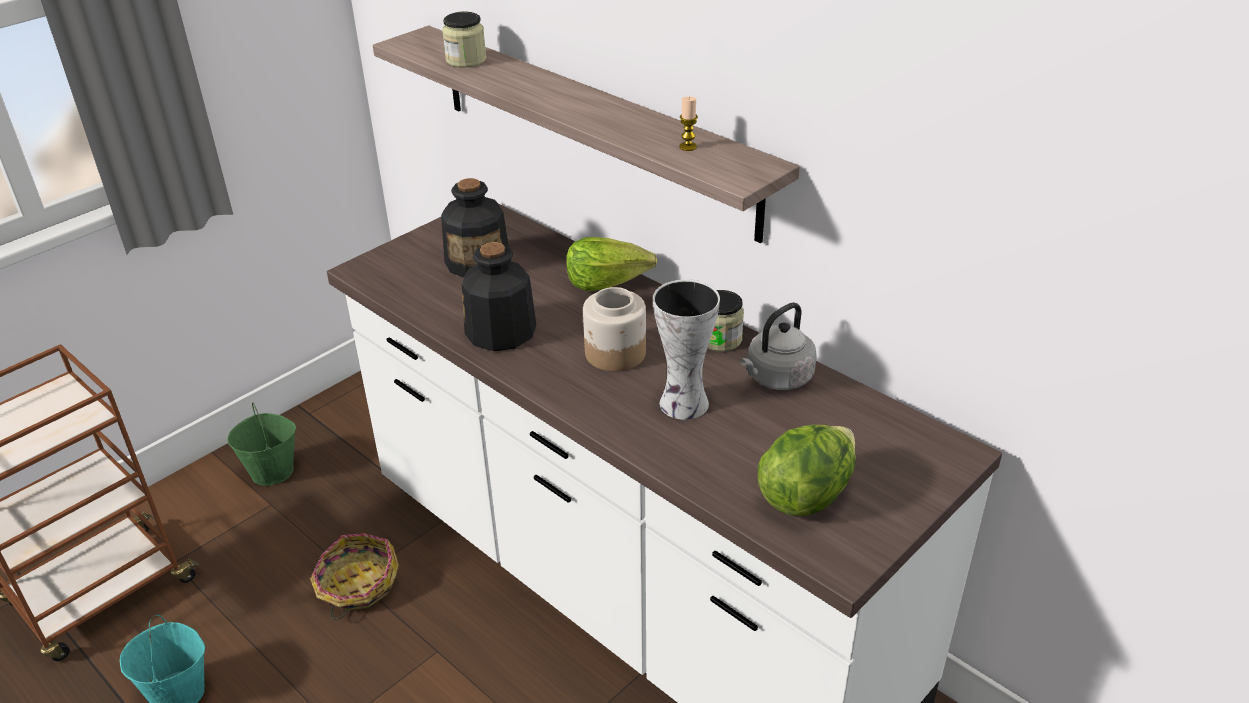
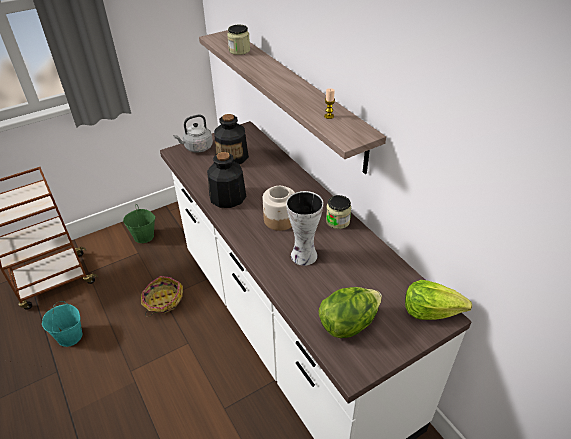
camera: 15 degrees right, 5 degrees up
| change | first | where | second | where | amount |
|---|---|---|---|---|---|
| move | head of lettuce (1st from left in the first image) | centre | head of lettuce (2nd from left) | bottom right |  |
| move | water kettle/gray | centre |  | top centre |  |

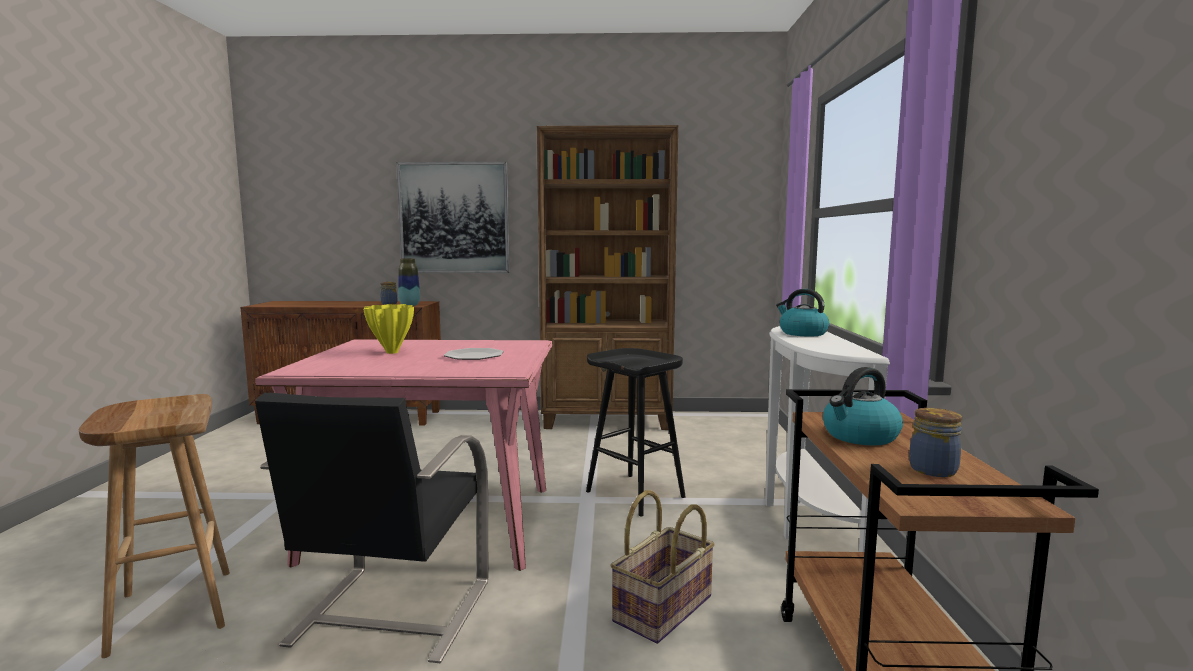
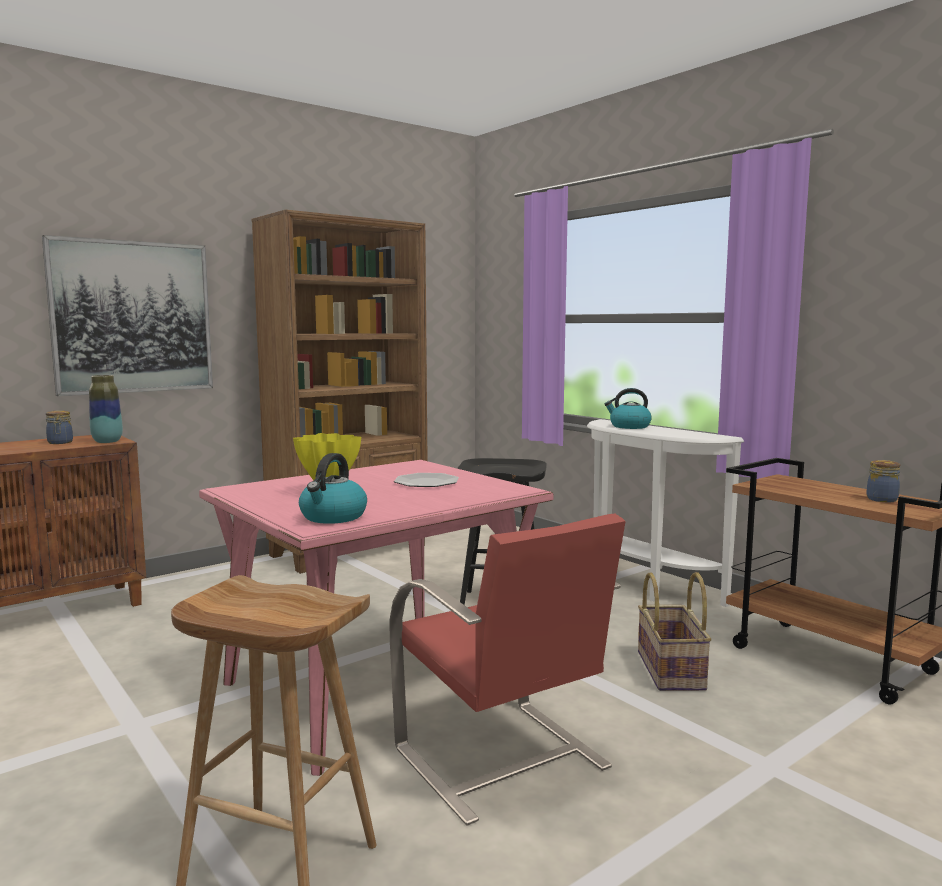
camera: 40 degrees left, 0 degrees up
| change | first | where | second | where | amount |
|---|---|---|---|---|---|
| recolor | plain chair/blackish | bottom left | plain chair/red | bottom centre |  |
| move | water kettle (2nd from left in the first image) | middle right | water kettle (1st from left) | centre |  |

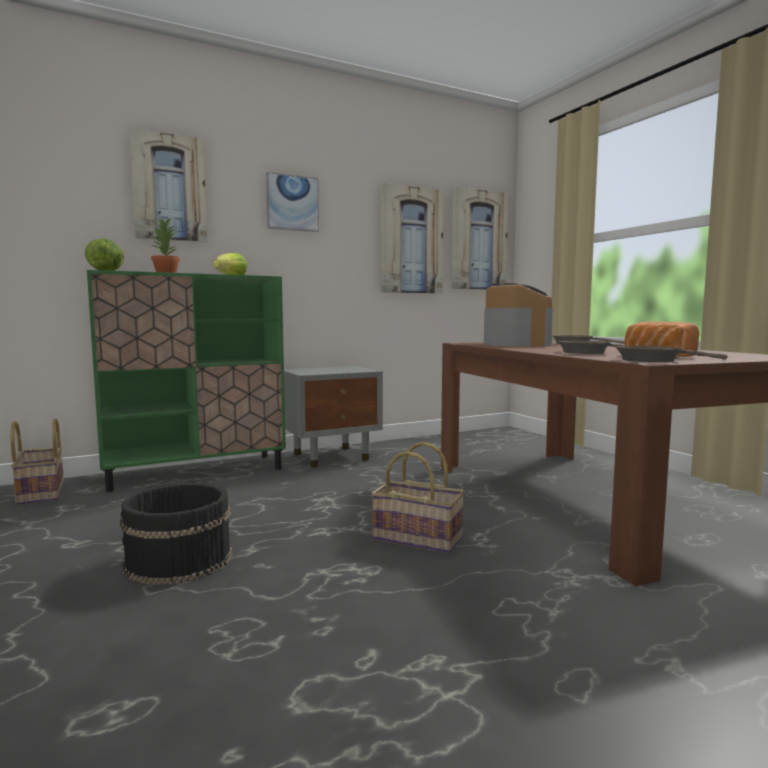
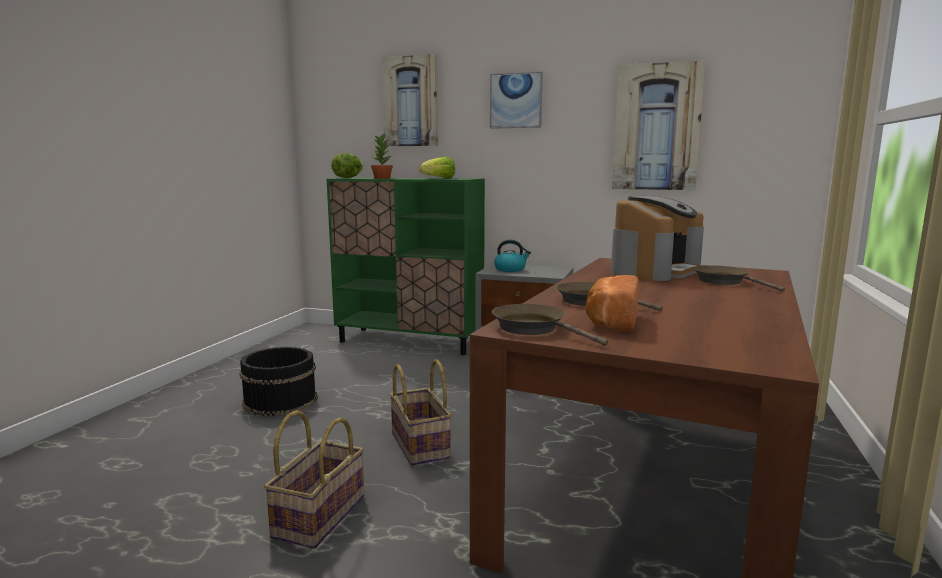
camera: 45 degrees right, 5 degrees up
| change | first | where | second | where | amount |
|---|---|---|---|---|---|
| move | household basket (1st from left) | middle left |  | bottom centre |  |
| delete | wall art (4th from left) | top centre |  |  |  |
| insert |  |  | water kettle | centre |  |

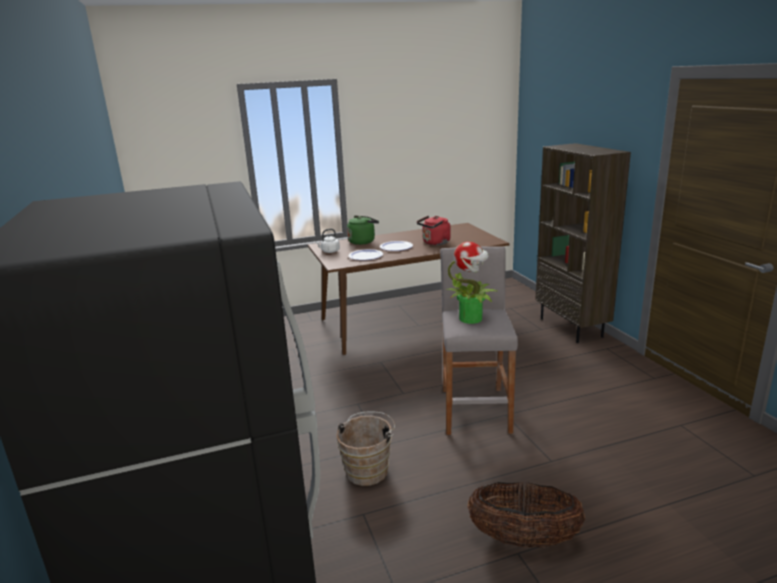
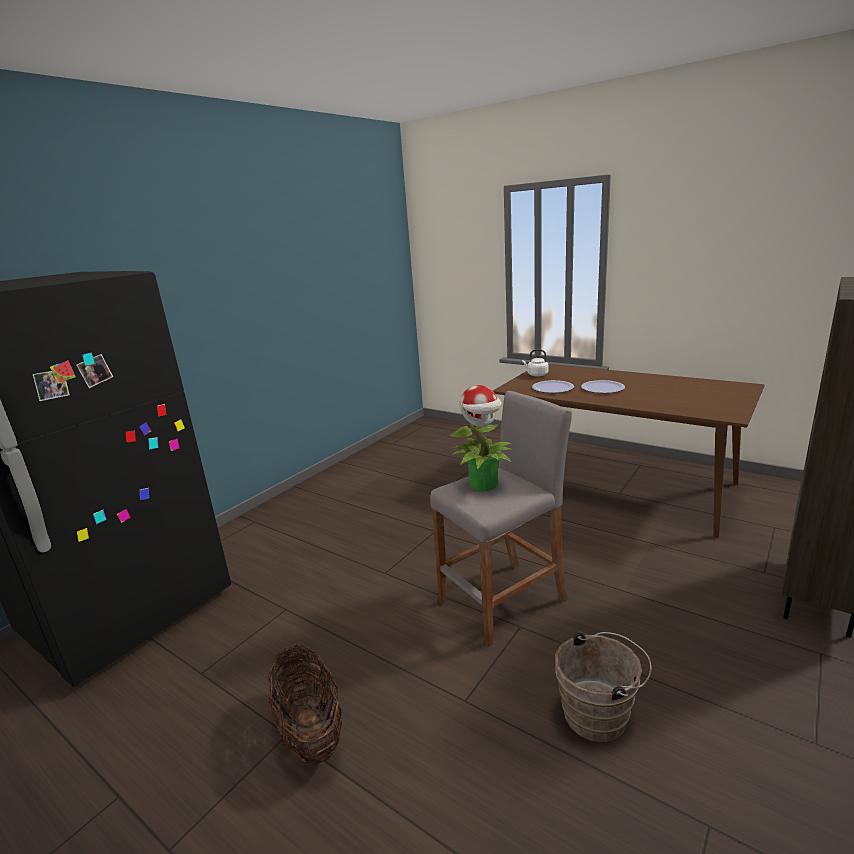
camera: 55 degrees right, 0 degrees up
| change | first | where | second | where | amount |
|---|---|---|---|---|---|
| move | bucket/brown | bottom centre |  | bottom right |  |
| delete | water kettle/green-coloured | centre |  |  |  |
| delete | water kettle/red | centre |  |  |  |

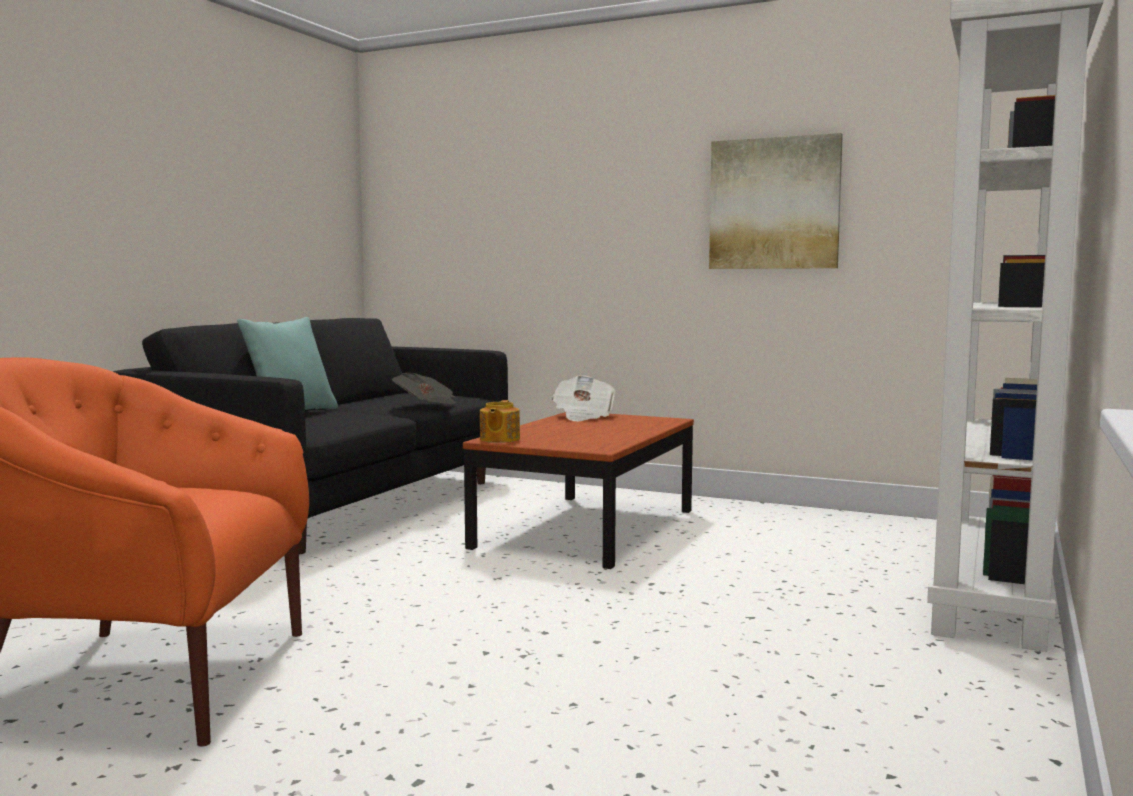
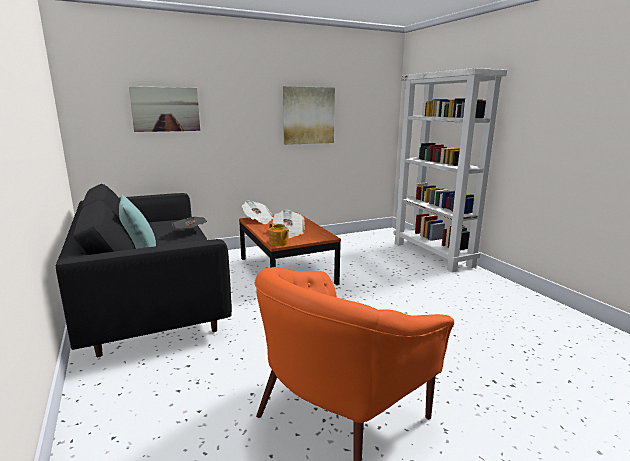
camera: 50 degrees left, 10 degrees up
| change | first | where | second | where | amount |
|---|---|---|---|---|---|
| insert |  |  | wall art (1st from left) | top left |  |
| insert |  |  | printed paper (3rd from left) | centre |  |

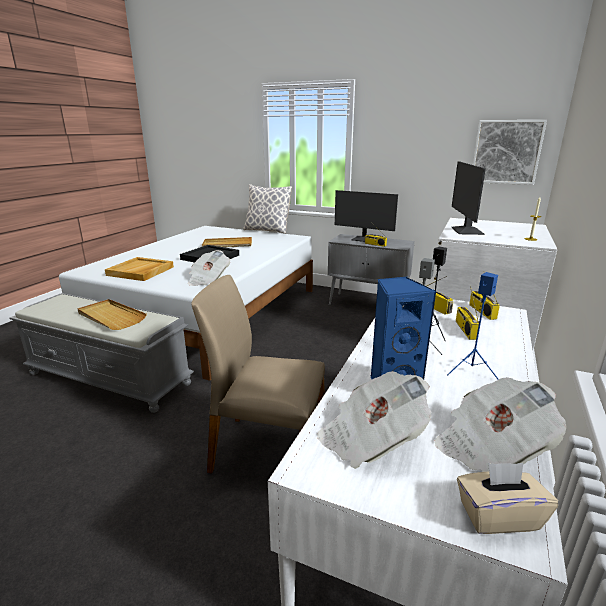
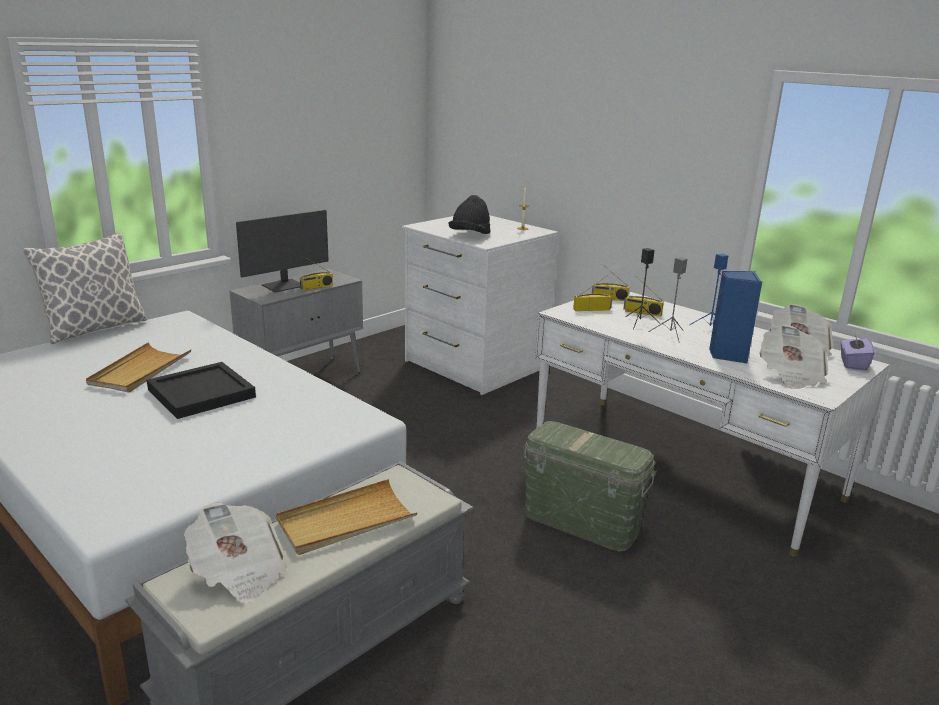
camera: 70 degrees left, 0 degrees up
| change | first | where | second | where | amount |
|---|---|---|---|---|---|
| delete | serving tray/beige-coloured (2nd from left) | middle left |  |  |  |
| move | printed paper (1st from left) | centre |  | bottom left |  |
| replace | plain chair/beige-coloured | centre | storage container/green-coloured | bottom centre |  |
| replace | computer display (2nd from left) | top right | clothing hat/blackish | top centre |  |
| recolor | box of tissues/beige-coloured | bottom right | box of tissues/purplish | middle right |  |
| delete | wall art | top right |  |  |  |

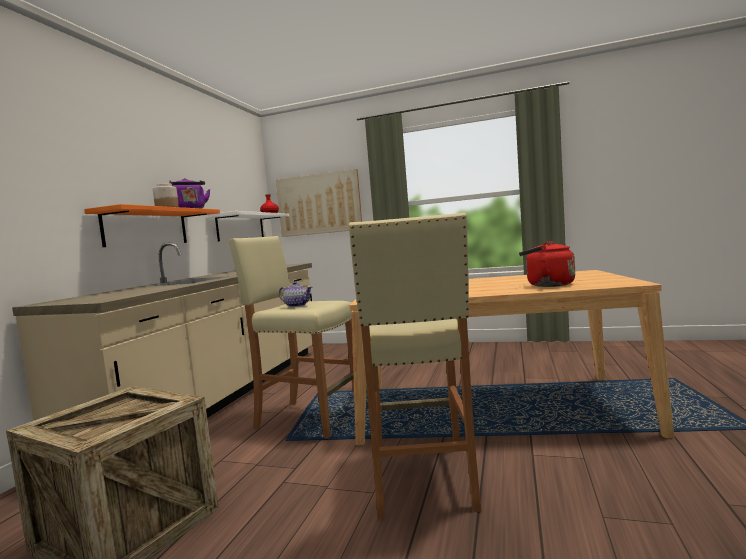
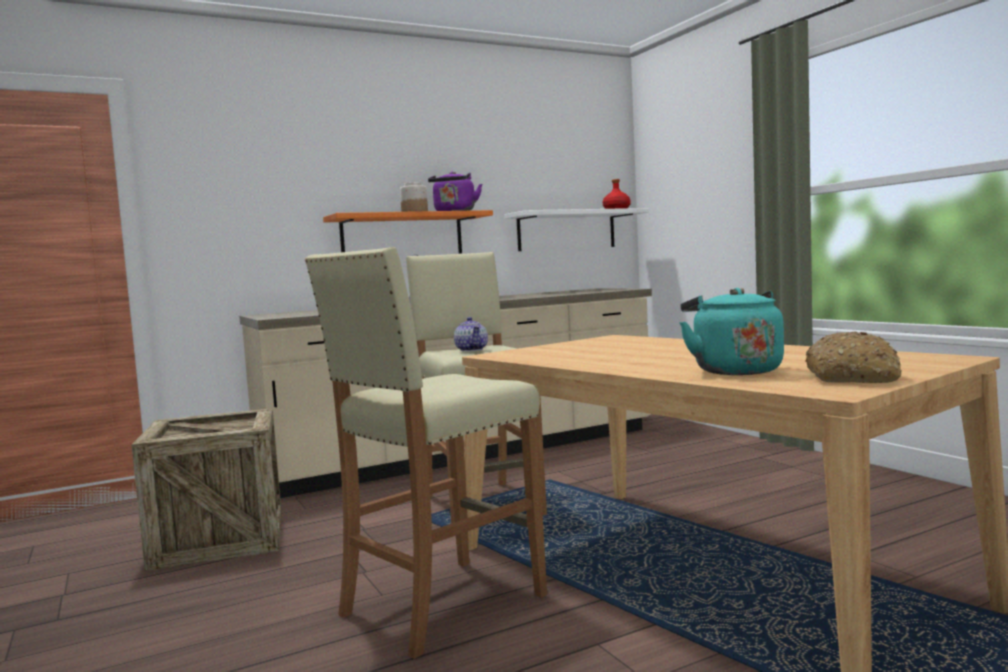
camera: 45 degrees right, 0 degrees up
| change | first | where | second | where | amount |
|---|---|---|---|---|---|
| delete | wall art | centre |  |  |  |
| recolor | water kettle/red | middle right | water kettle/turquoise-coloured | middle right |  |
| insert |  |  | baked bread | middle right |  |

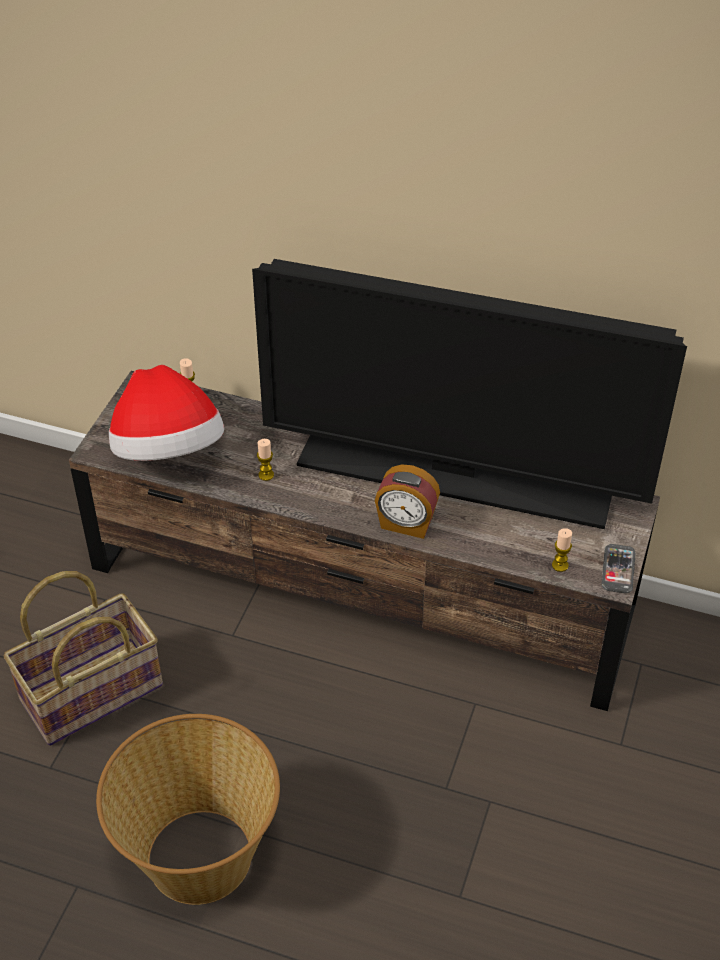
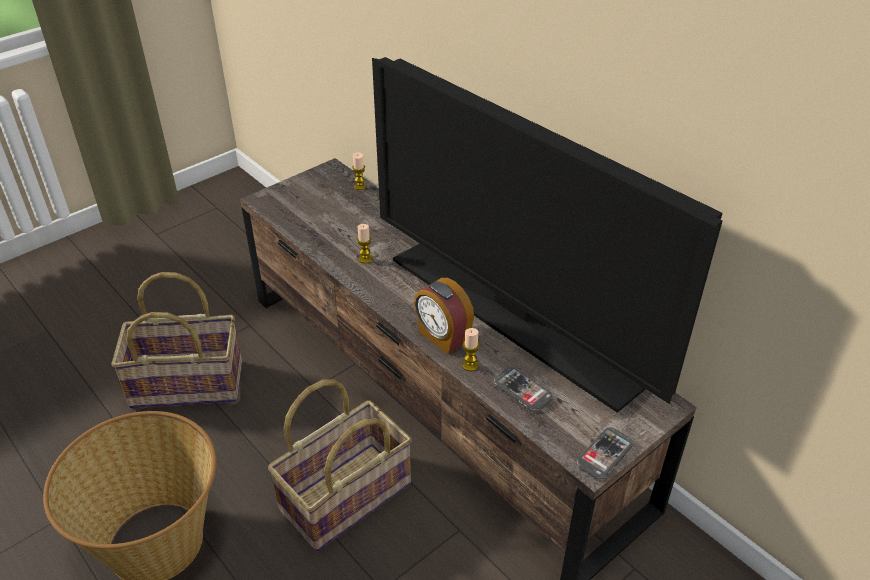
camera: 30 degrees right, 5 degrees down
| change | first | where | second | where | amount |
|---|---|---|---|---|---|
| delete | clothing hat | middle left |  |  |  |
| move | wax light (3rd from left) | middle right |  | centre |  |
| insert |  |  | household basket (3rd from left) | bottom centre |  |
| insert |  |  | handset (1st from left) | bottom centre |  |

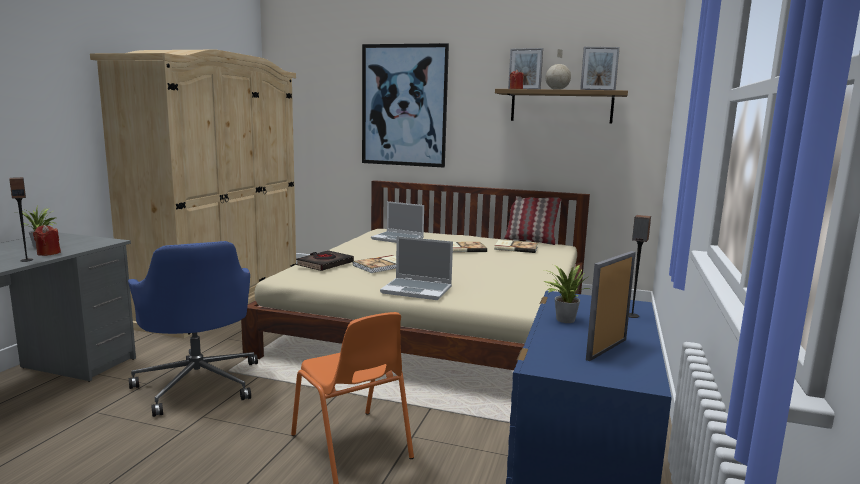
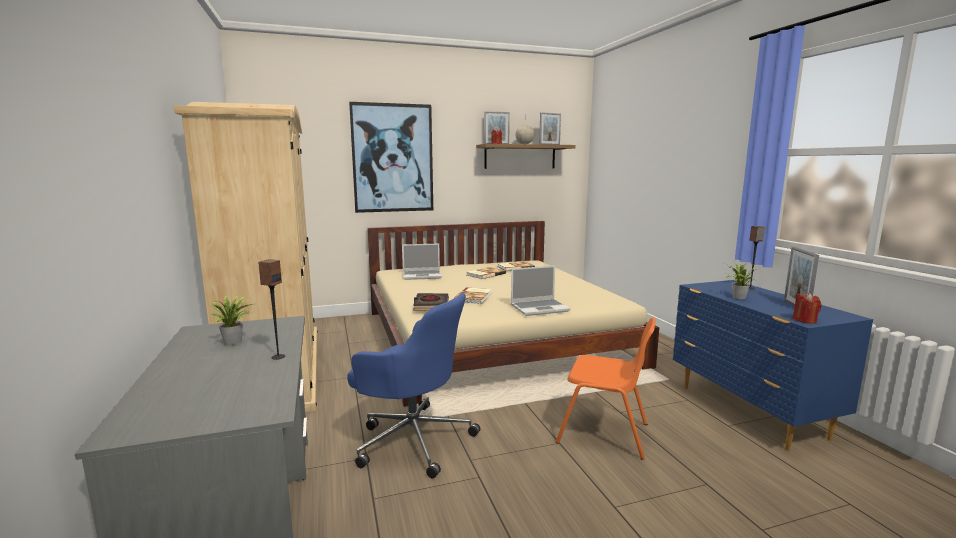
camera: 35 degrees left, 0 degrees up
| change | first | where | second | where | amount |
|---|---|---|---|---|---|
| move | wax light/red (1st from left in the first image) | middle left | wax light/red (2nd from left) | middle right |  |
| delete | cushion | centre |  |  |  |

